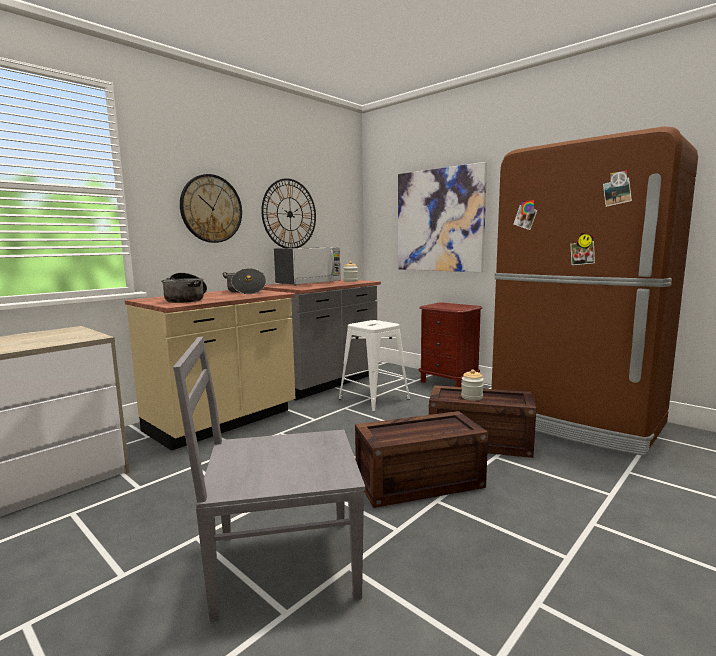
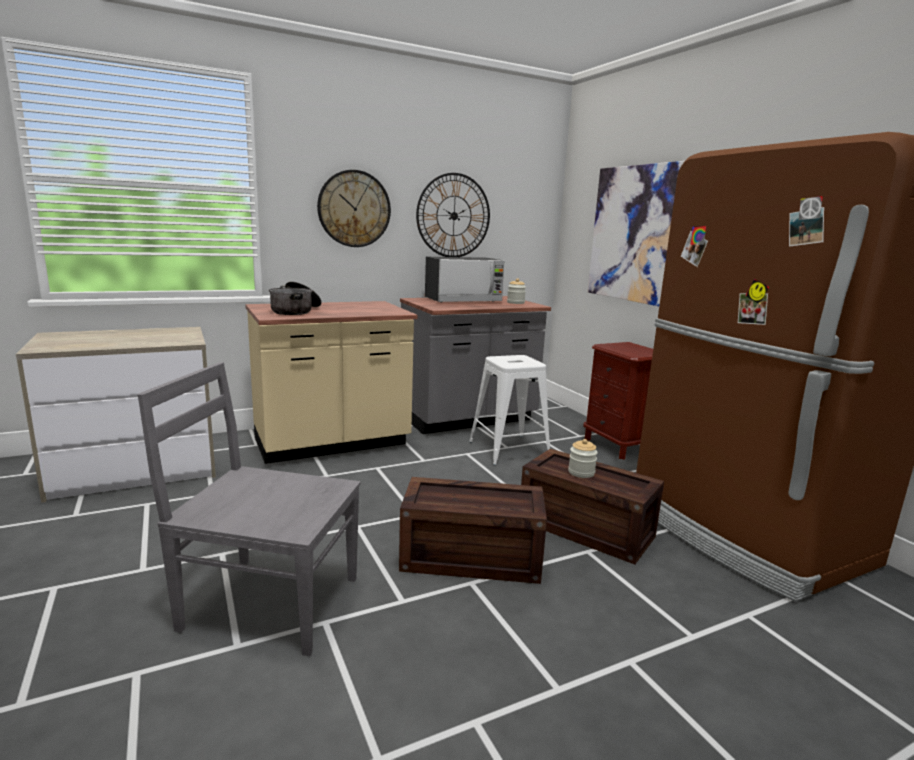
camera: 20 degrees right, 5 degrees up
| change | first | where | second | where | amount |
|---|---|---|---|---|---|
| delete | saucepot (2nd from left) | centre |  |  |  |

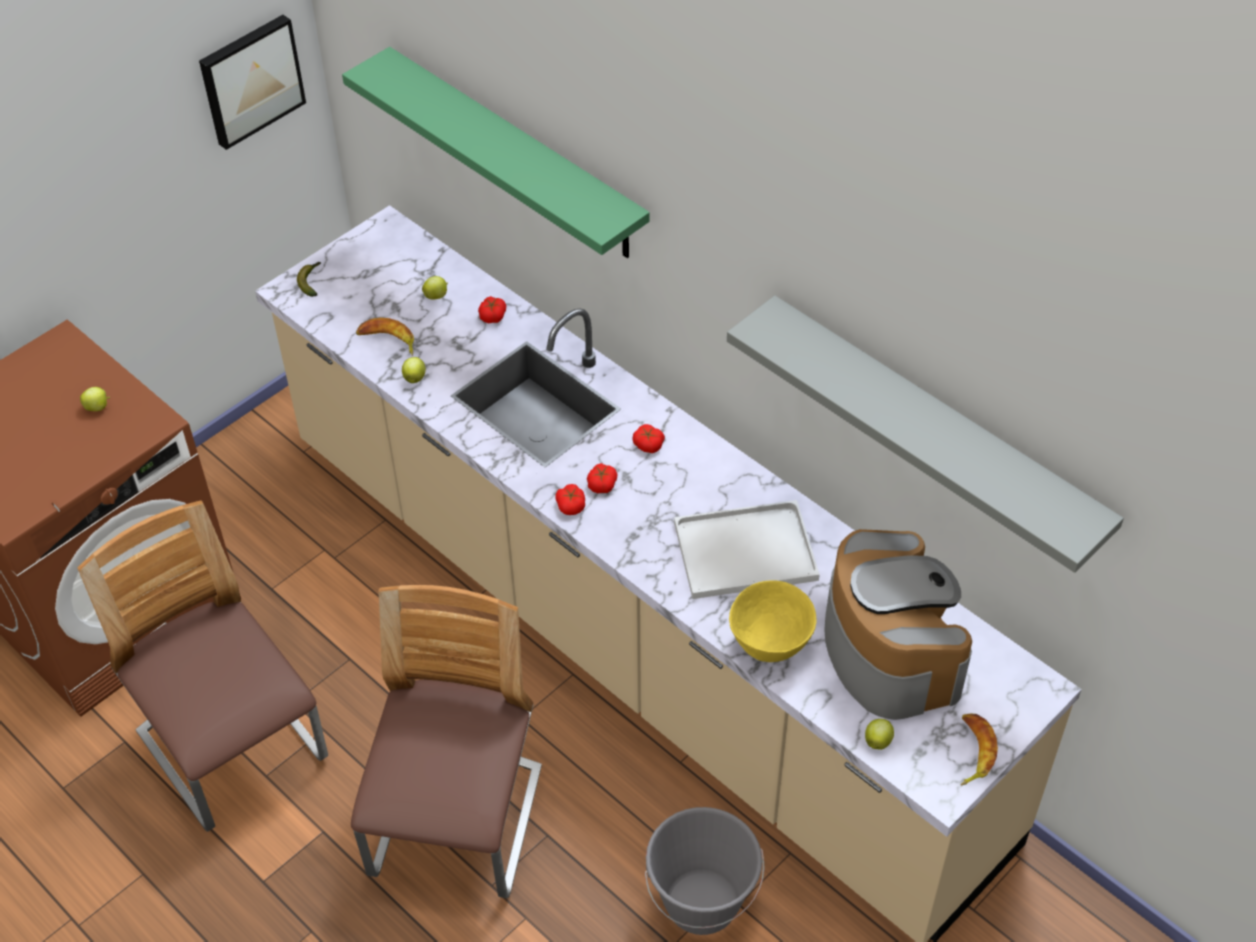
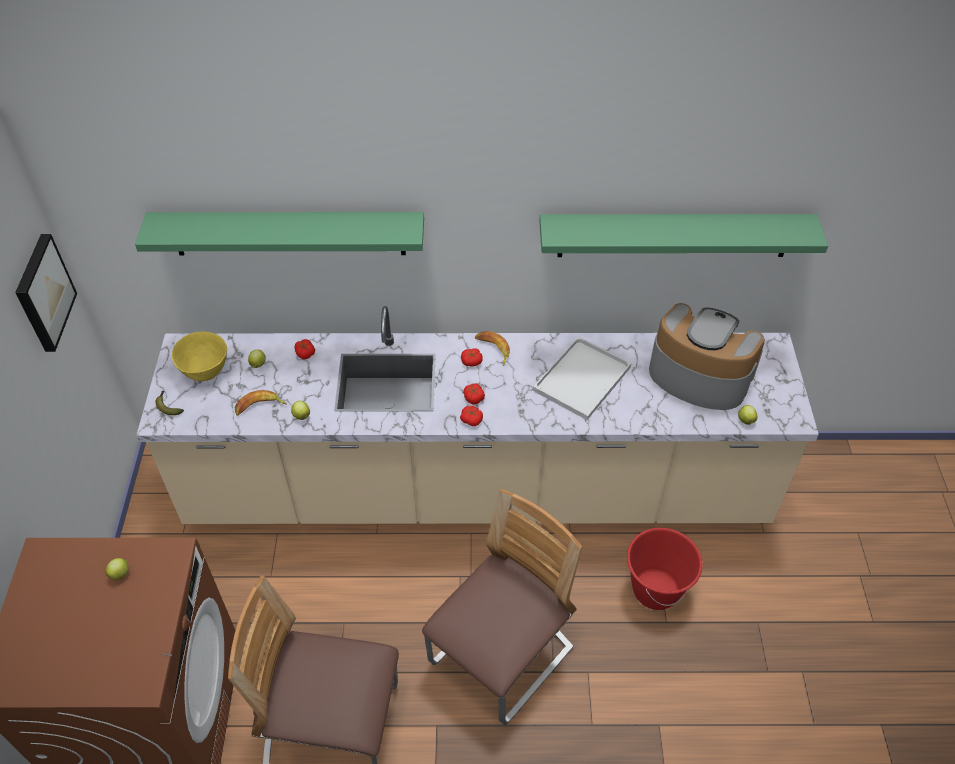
camera: 45 degrees left, 0 degrees up
| change | first | where | second | where | amount |
|---|---|---|---|---|---|
| rotate | plain chair (2nd from left) | bottom centre |  | bottom centre | 75 degrees clockwise |
| recolor | bucket/gray | bottom centre | bucket/red | bottom right |  |
| recolor | shelf/gray | middle right | shelf/green-coloured (2nd from left) | top right |  |
| move | deep dish/yellowish | centre |  | middle left |  |
| move | banana fruit (3rd from left) | bottom right |  | centre |  |

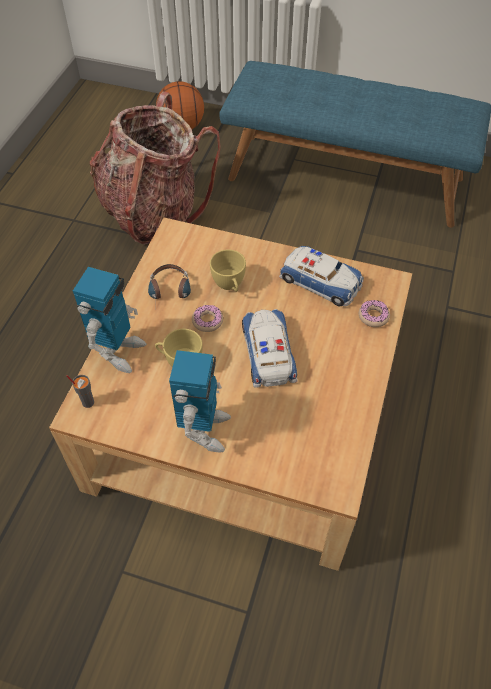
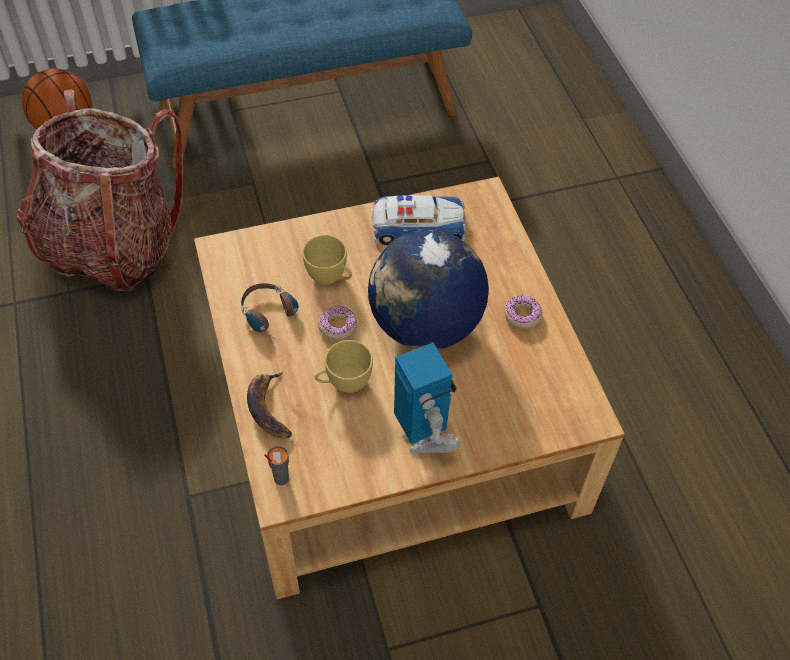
camera: 35 degrees left, 0 degrees up
| change | first | where | second | where | amount |
|---|---|---|---|---|---|
| replace | robot figure (1st from left) | middle left | banana fruit | centre |  |
| replace | toy car (1st from left) | centre | world globe | centre |  |
| move | doughnut (2nd from left) | middle right |  | centre |  |

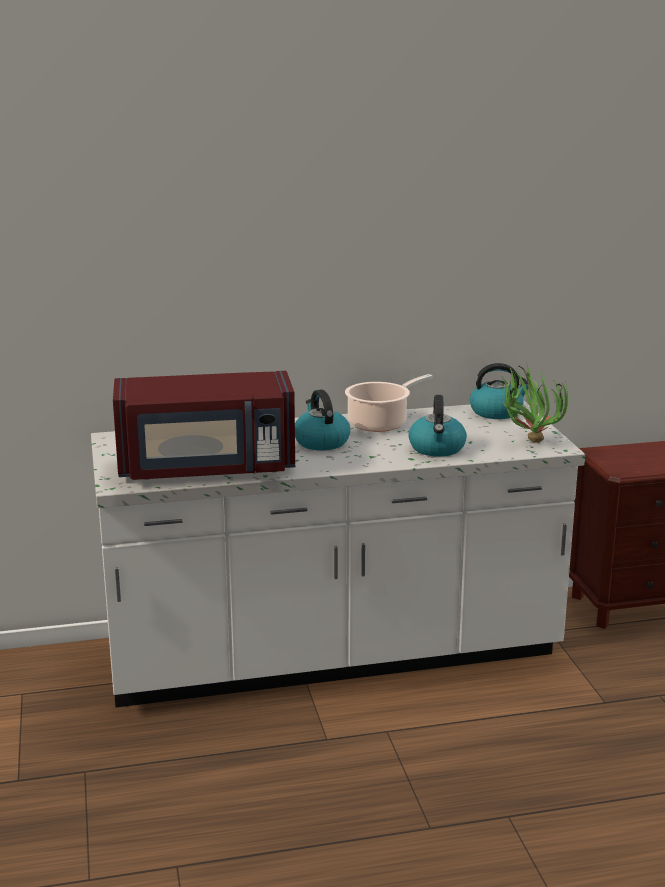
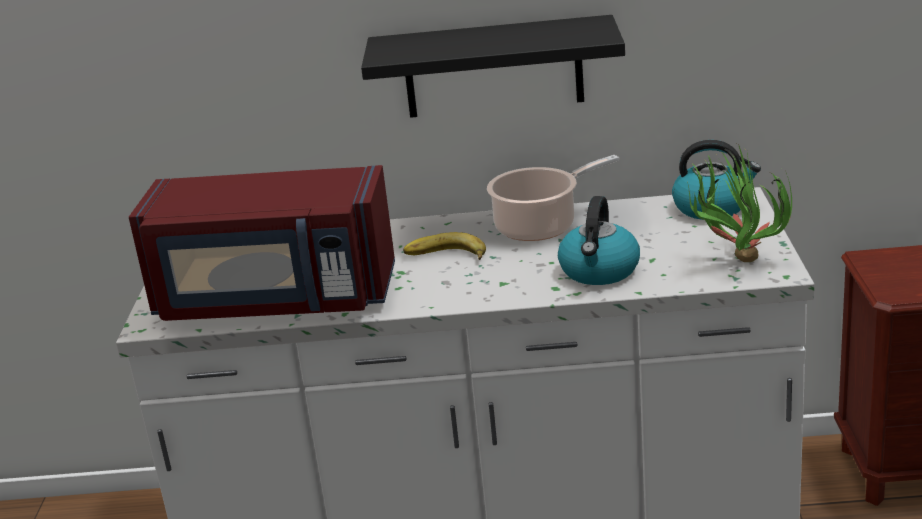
camera: 15 degrees right, 5 degrees up
| change | first | where | second | where | amount |
|---|---|---|---|---|---|
| replace | water kettle (1st from left) | centre | banana fruit | centre |  |
| insert |  |  | shelf/blackish | top centre |  |

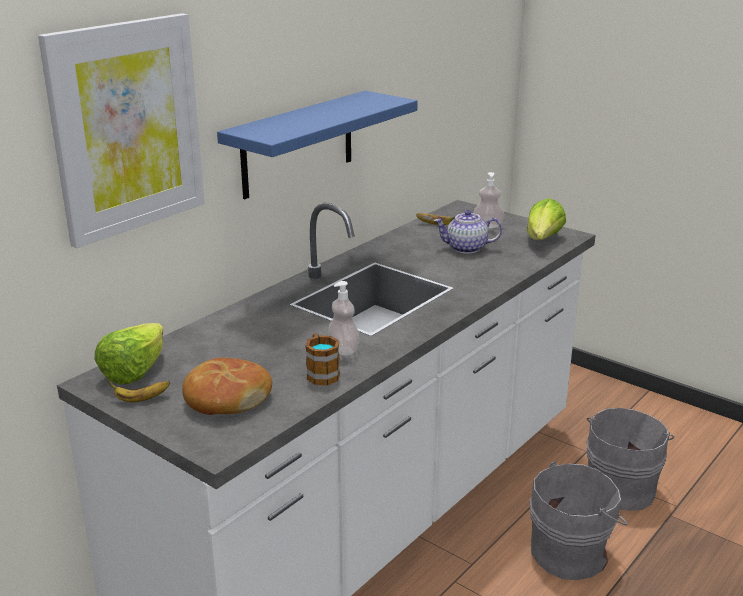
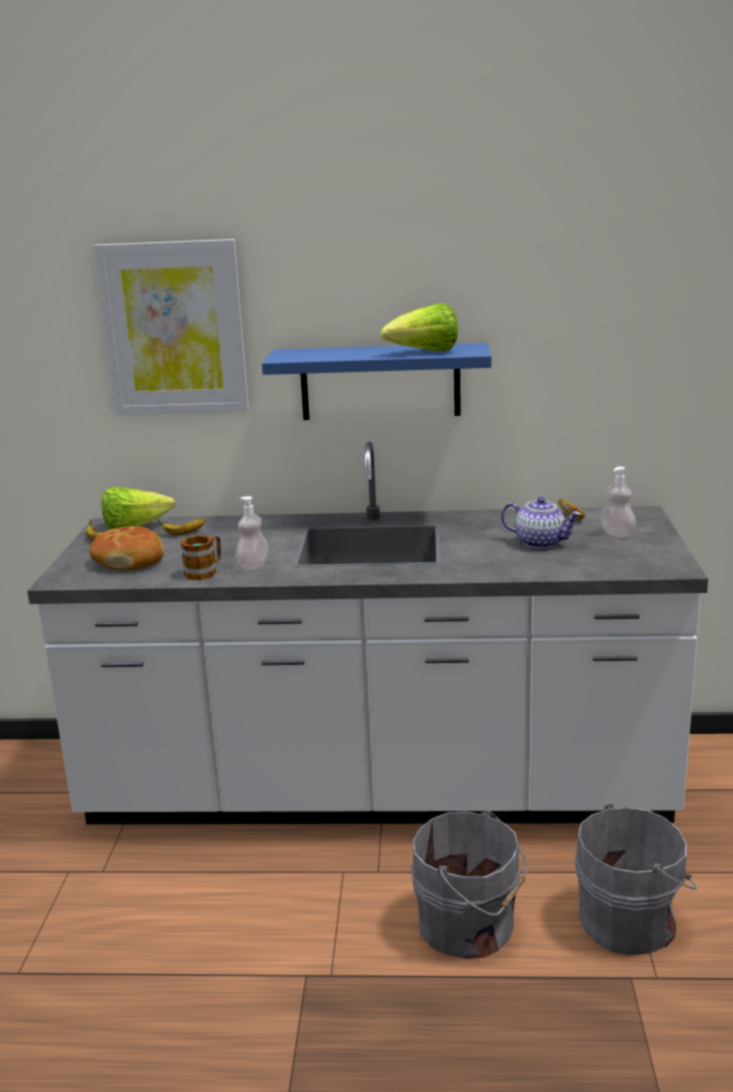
camera: 55 degrees right, 5 degrees down
| change | first | where | second | where | amount |
|---|---|---|---|---|---|
| rotate | tea pot | centre |  | middle right | 150 degrees clockwise |
| move | head of lettuce (2nd from left) | middle right |  | top centre |  |
| insert |  |  | banana fruit (2nd from left) | middle left |  |

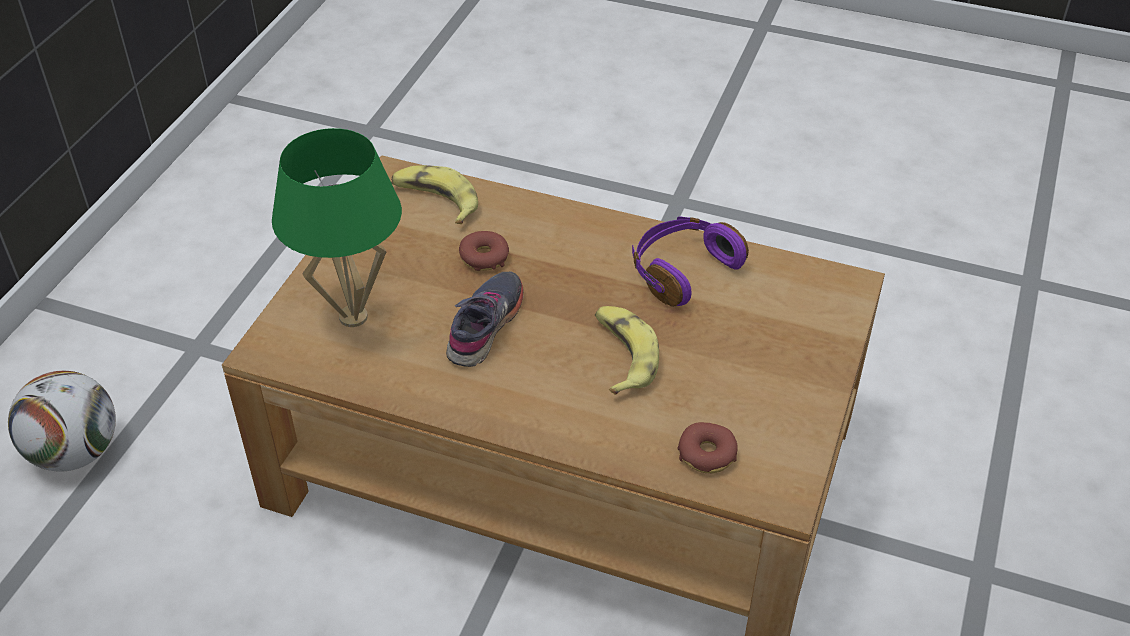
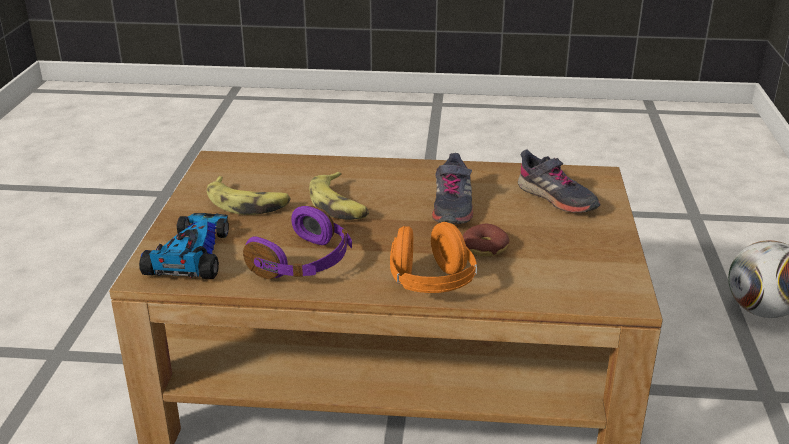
camera: 165 degrees right, 15 degrees down
| change | first | where | second | where | amount |
|---|---|---|---|---|---|
| replace | table lamp/green-coloured | middle left | shoe/gray (2nd from left) | middle right |  |
| move | banana fruit (1st from left) | top centre |  | middle left |  |
| delete | doughnut (2nd from left) | bottom centre |  |  |  |
| insert |  |  | toy car | middle left |  |
| insert |  |  | headset/orange-coloured | centre |  |

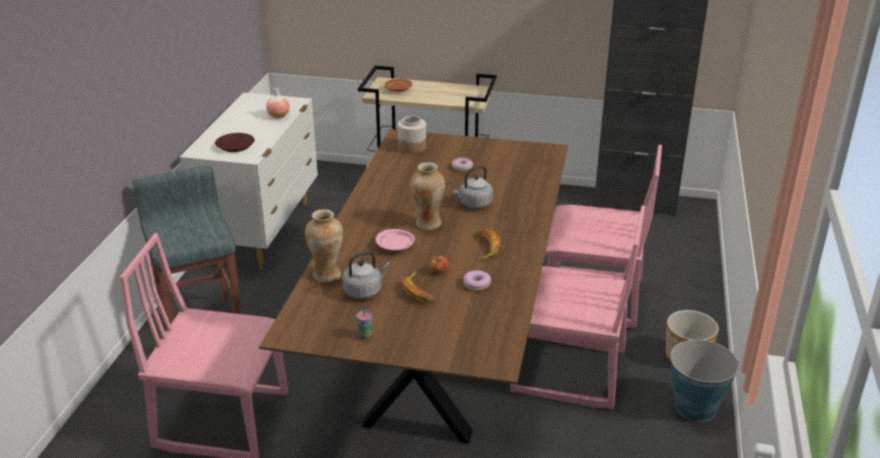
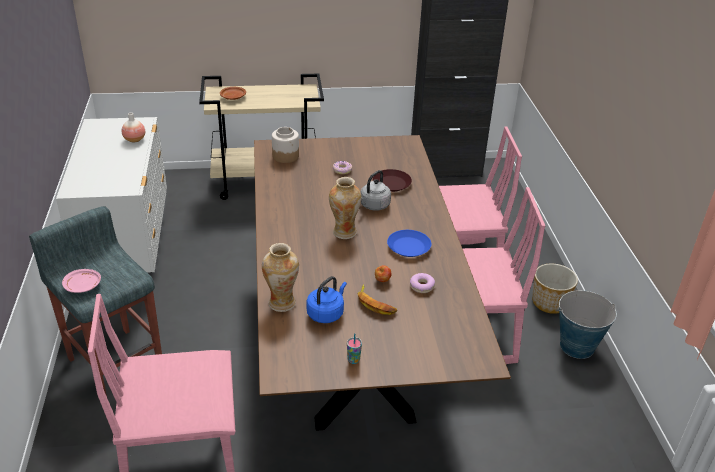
camera: 20 degrees left, 5 degrees up
| change | first | where | second | where | amount |
|---|---|---|---|---|---|
| move | flat dish/brown (1st from left in the first image) | top left | flat dish/brown (2nd from left) | centre |  |
| recolor | water kettle/gray (1st from left) | centre | water kettle/blue-coloured | centre |  |
| move | flat dish/pink-coloured | centre |  | middle left |  |
| replace | banana fruit (2nd from left) | centre | flat dish/blue-coloured | centre |  |

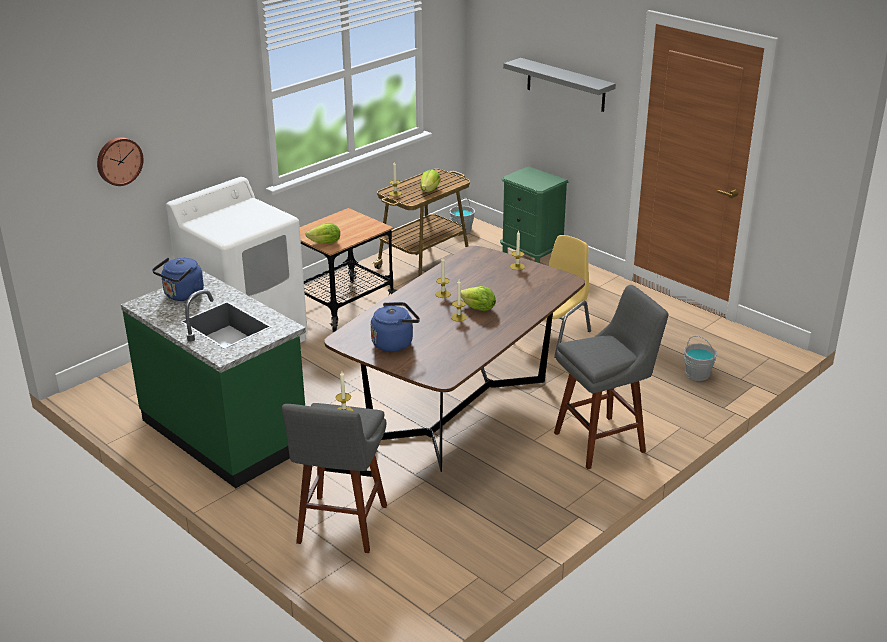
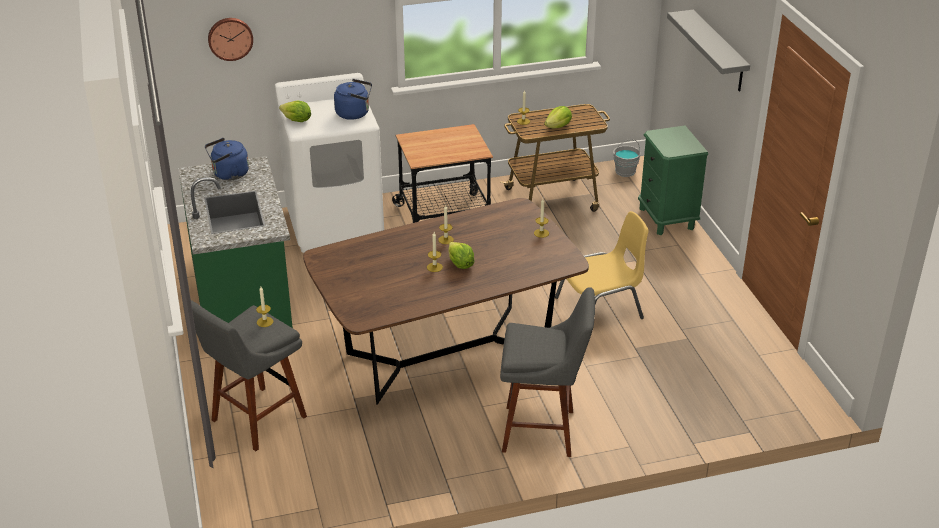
camera: 30 degrees right, 5 degrees up
| change | first | where | second | where | amount |
|---|---|---|---|---|---|
| move | head of lettuce (1st from left) | centre |  | top left |  |
| move | water kettle/blue-coloured (2nd from left) | centre |  | top centre |  |
| delete | bucket/gray (2nd from left) | middle right |  |  |  |

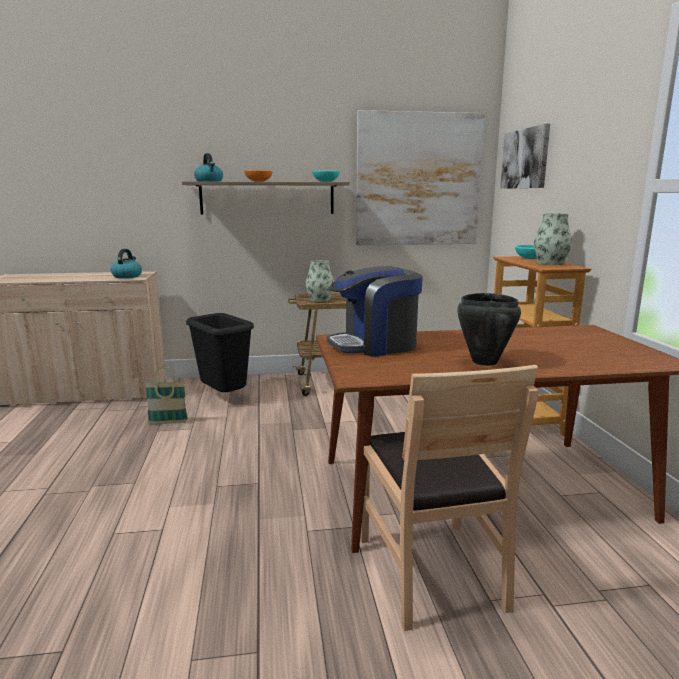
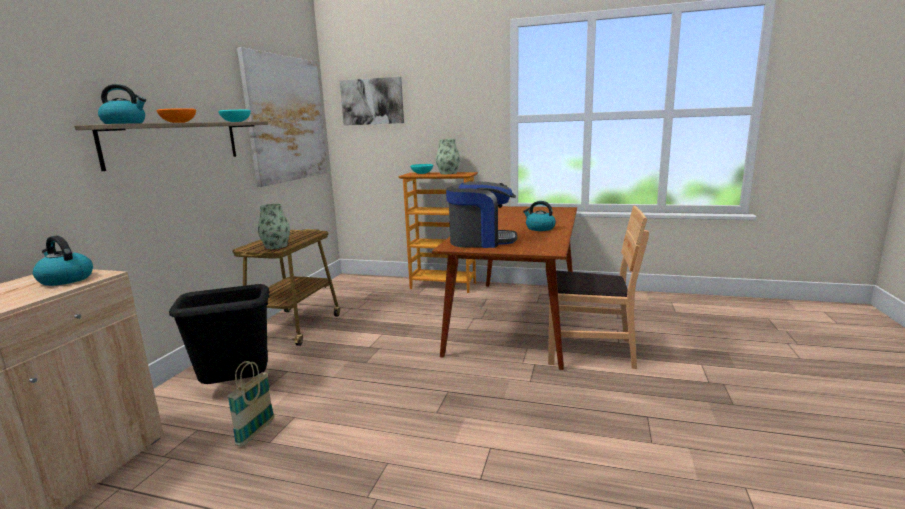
camera: 65 degrees left, 0 degrees up
| change | first | where | second | where | amount |
|---|---|---|---|---|---|
| rotate | coffee machine | centre |  | centre | 90 degrees counterclockwise |
| replace | saucepot/blackish | middle right | water kettle (3rd from left) | centre |  |

